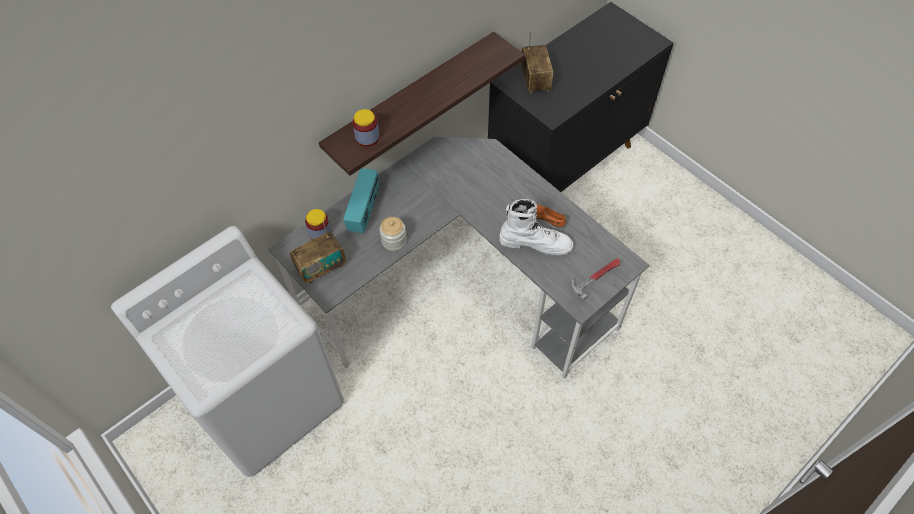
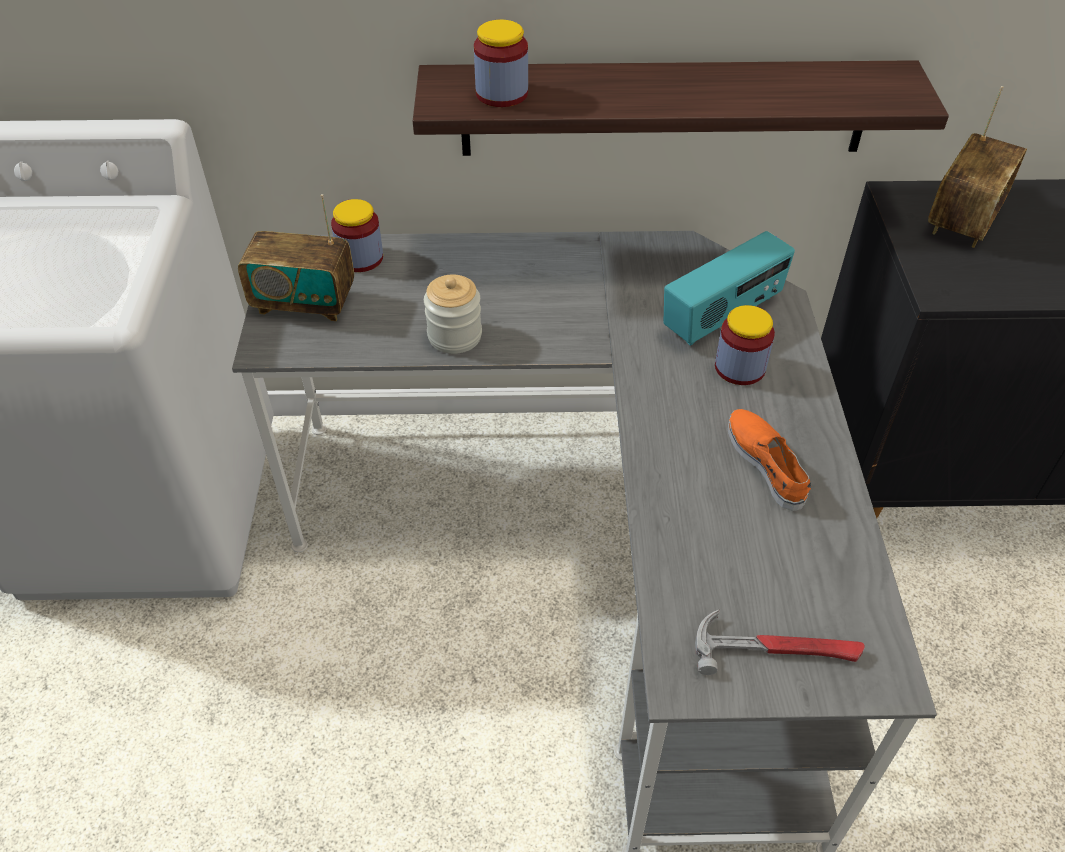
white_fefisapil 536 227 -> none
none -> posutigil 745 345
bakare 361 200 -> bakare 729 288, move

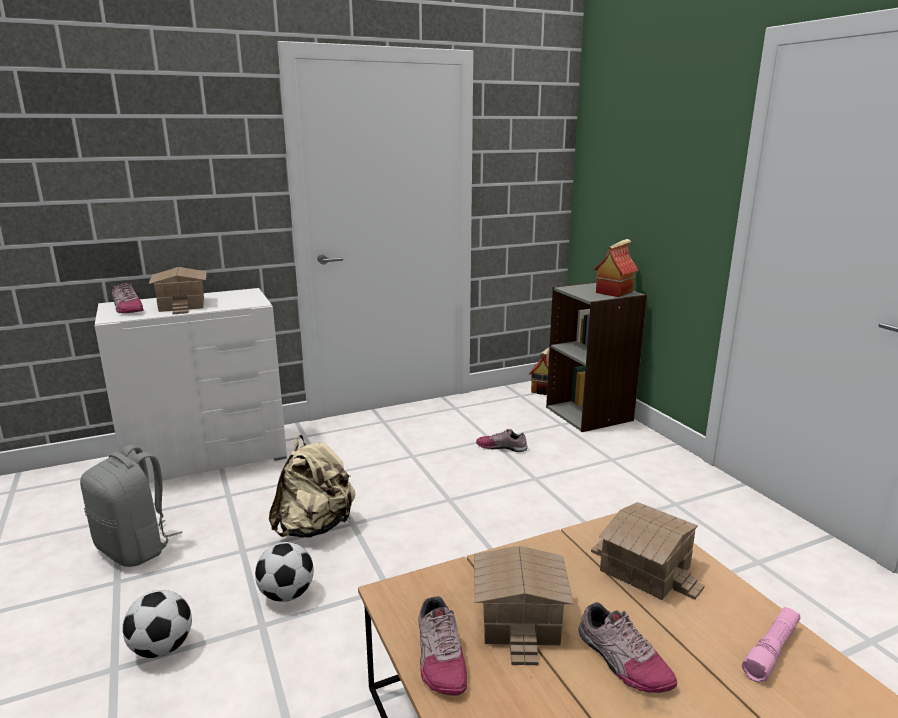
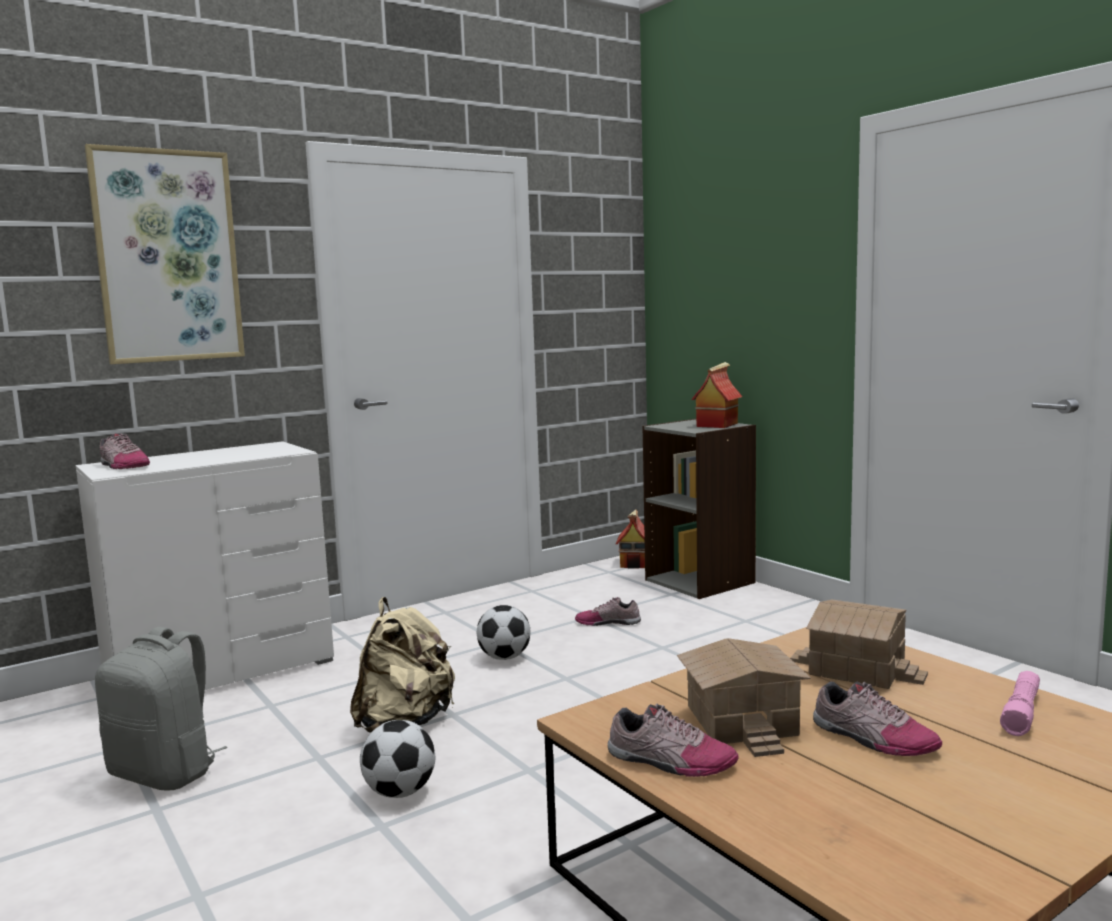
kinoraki 177 290 -> none
none -> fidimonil 165 254
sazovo 157 624 -> sazovo 504 632, move
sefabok 442 646 -> sefabok 673 740, 45 degrees counterclockwise

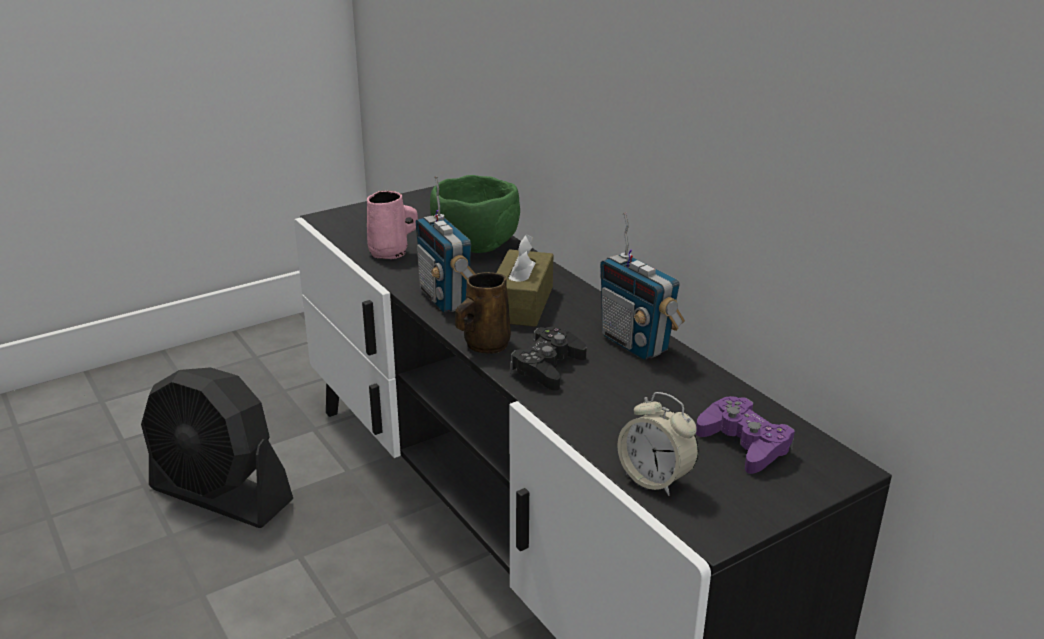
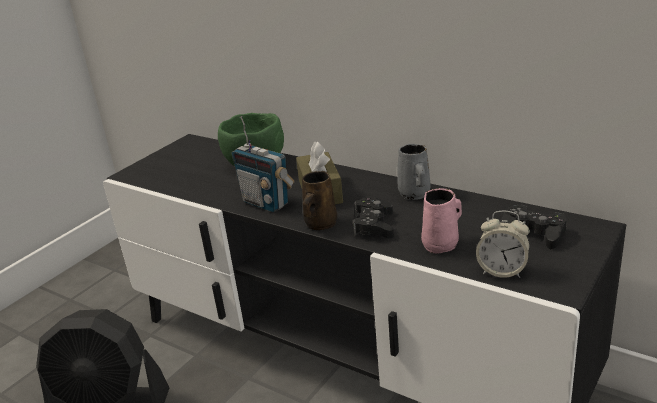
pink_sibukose 392 225 -> pink_sibukose 441 221, move
bakare 642 286 -> grey_sibukose 414 171
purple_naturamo 745 435 -> black_naturamo 533 226

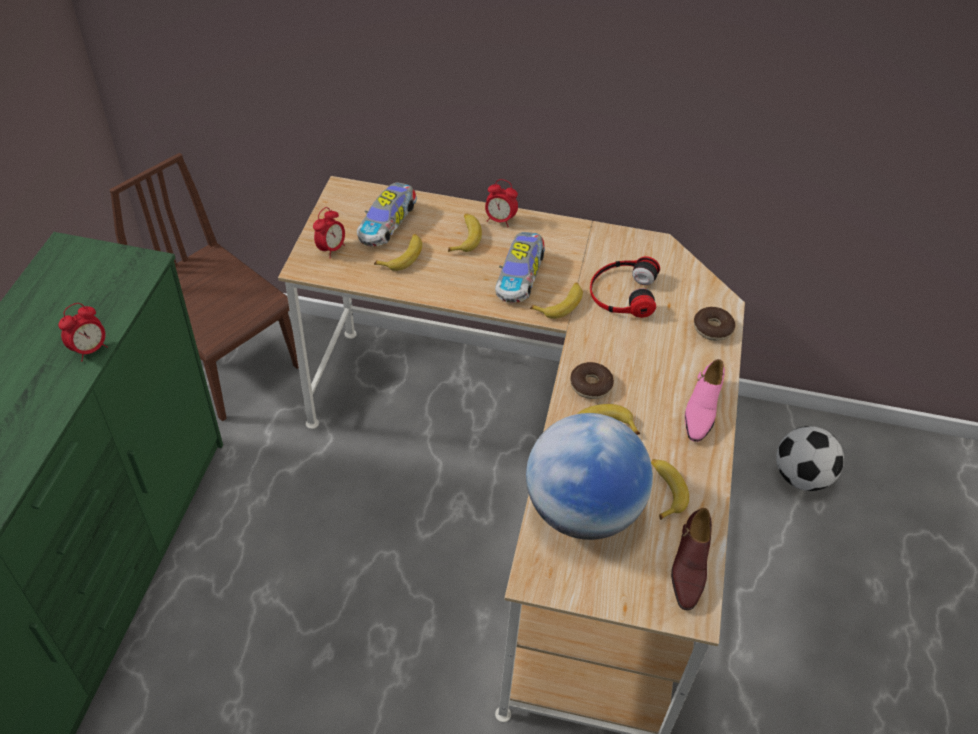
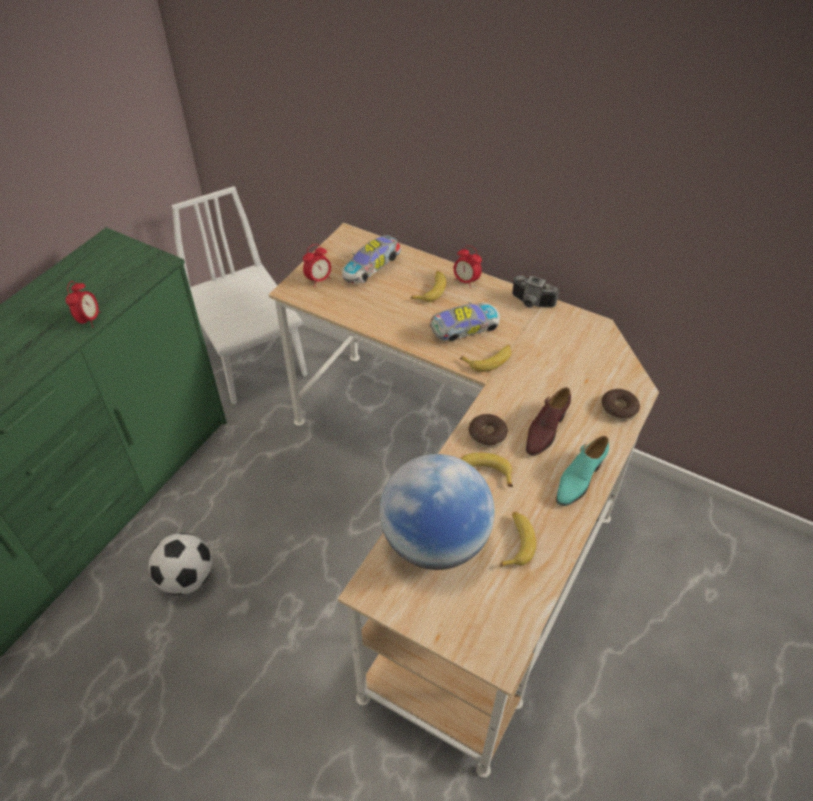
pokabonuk 398 252 -> none
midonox 625 287 -> none
none -> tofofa 535 291
brown_sefabok 691 559 -> brown_sefabok 548 421, move
sazovo 810 458 -> sazovo 180 564, move
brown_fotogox 204 287 -> white_fotogox 239 295
pink_sefabok 705 400 -> turquoise_sefabok 582 471
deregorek 83 332 -> deregorek 83 304, 60 degrees counterclockwise
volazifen 520 267 -> volazifen 464 321, 150 degrees counterclockwise

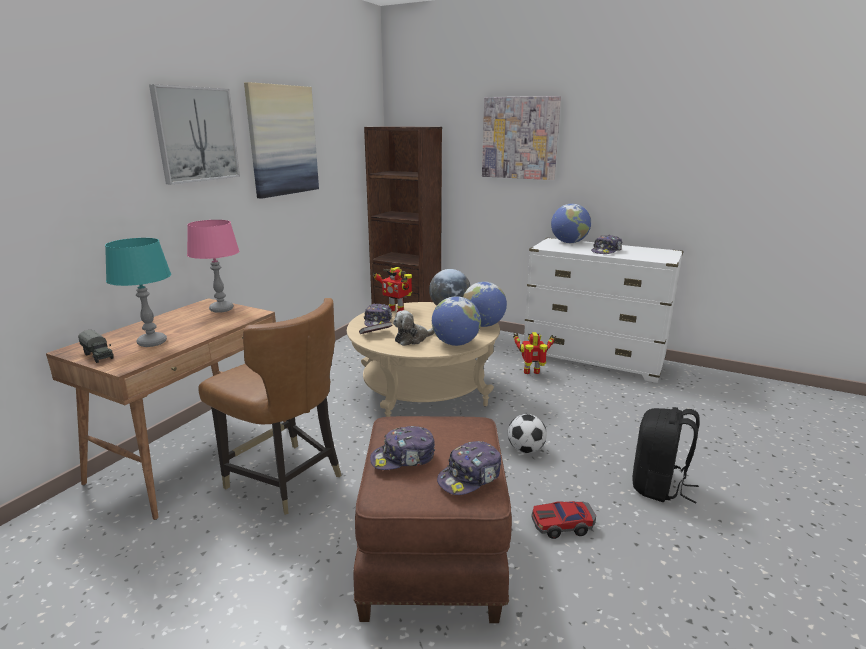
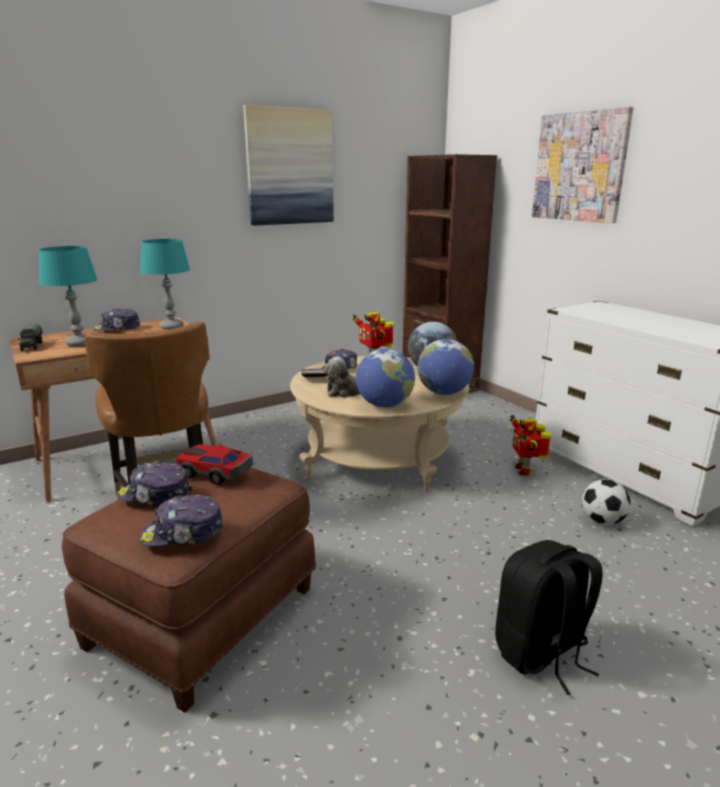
fidimonil 194 134 -> none
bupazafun 571 223 -> none
sazovo 527 433 -> sazovo 606 502, move
volazifen 563 520 -> volazifen 215 464, move
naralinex 606 244 -> naralinex 116 320, move
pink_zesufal 213 266 -> turquoise_zesufal 165 284
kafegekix 534 353 -> kafegekix 530 445, 120 degrees counterclockwise

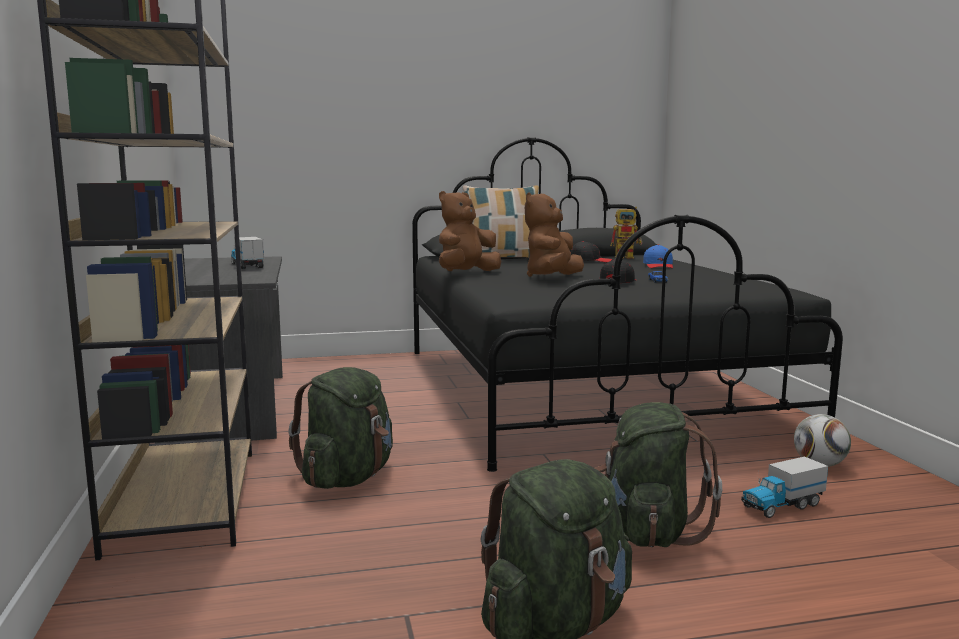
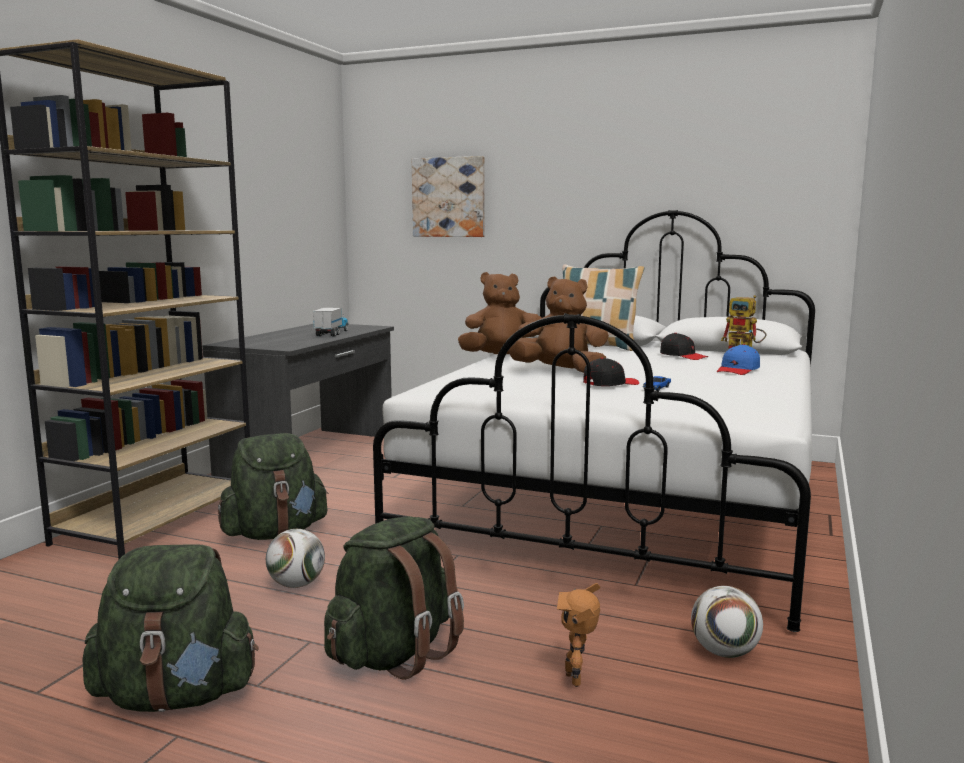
none -> sazovo 295 558
none -> fidimonil 448 196
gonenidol 784 487 -> kafegekix 578 635
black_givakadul 627 304 -> white_givakadul 594 421
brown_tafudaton 554 234 -> brown_tafudaton 558 325, 45 degrees clockwise

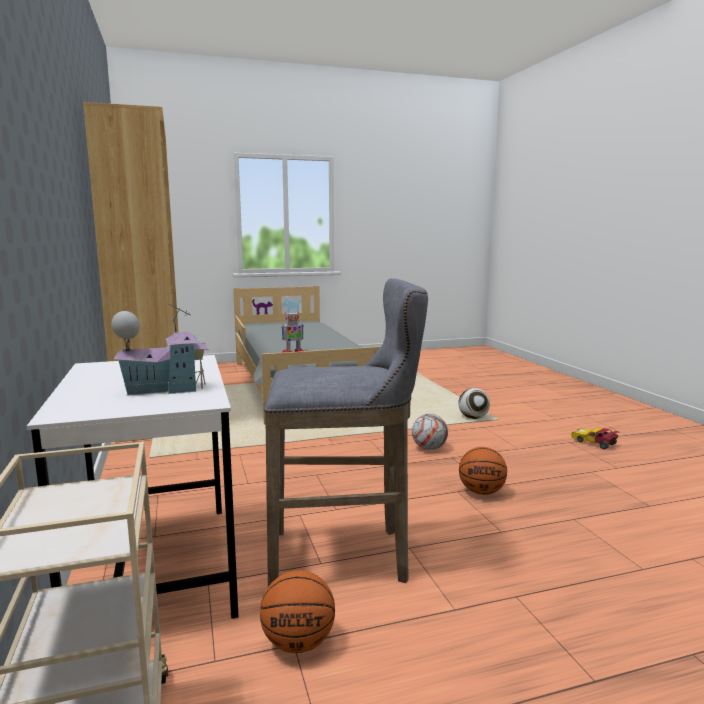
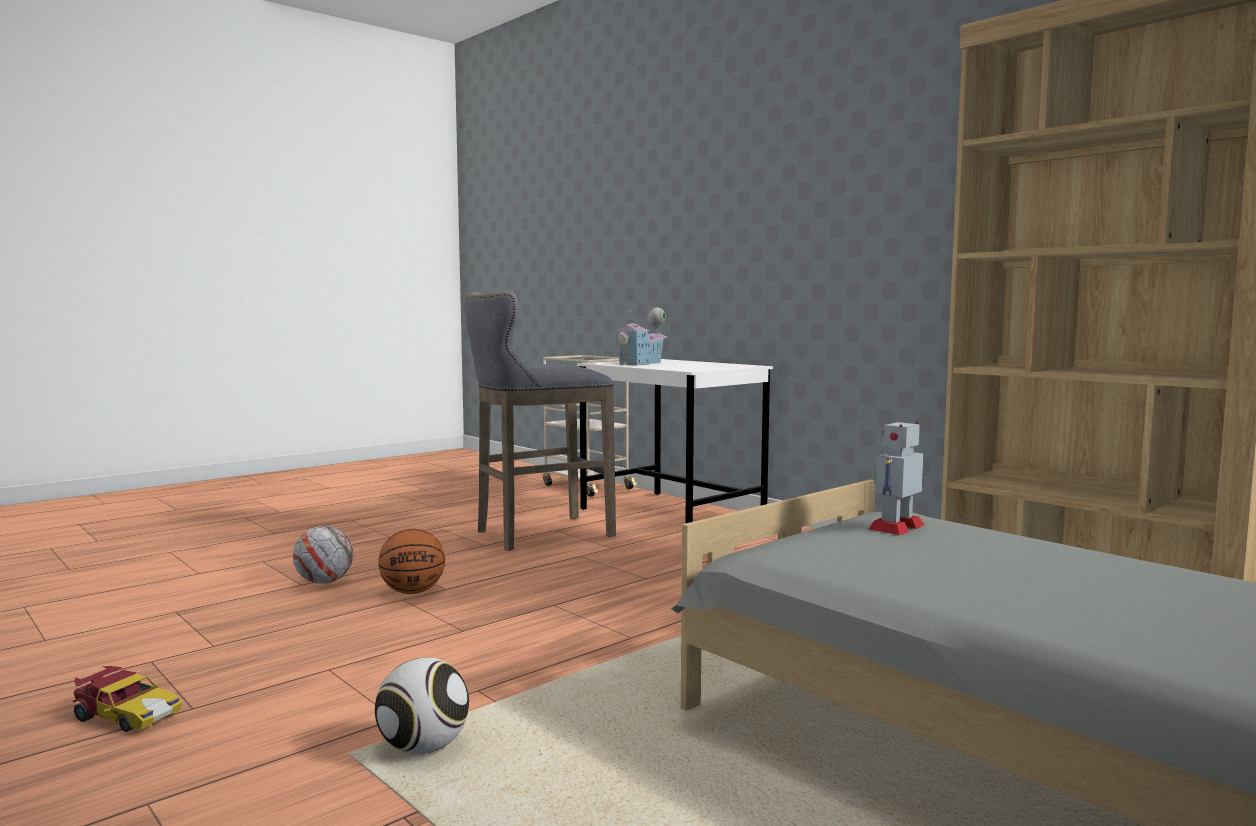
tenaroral 297 611 -> none
sazovo 430 432 -> sazovo 323 555, move

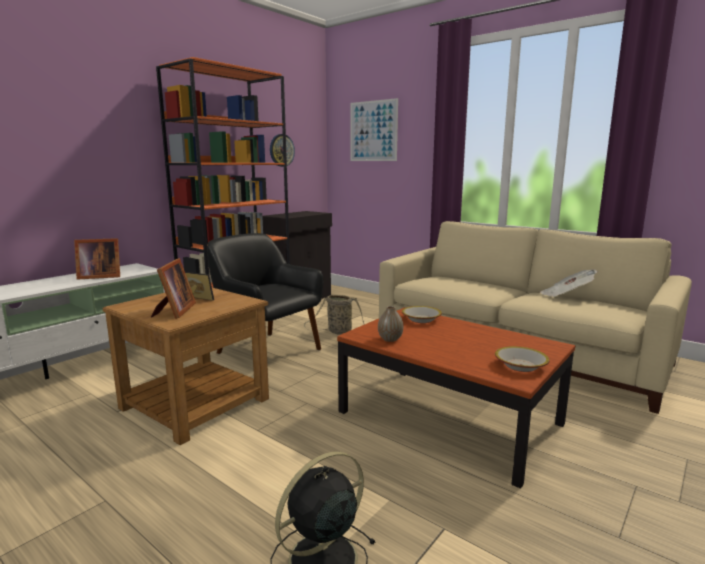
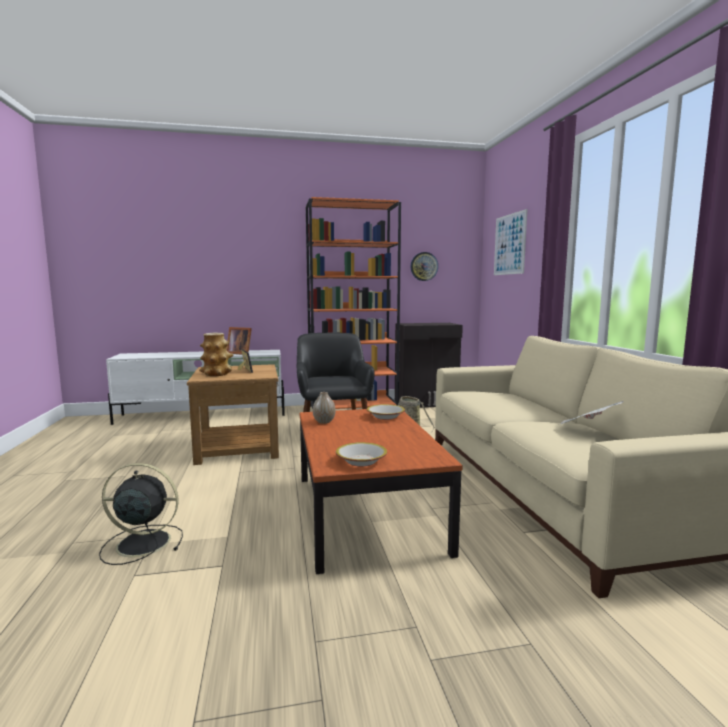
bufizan 173 288 -> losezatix 216 354

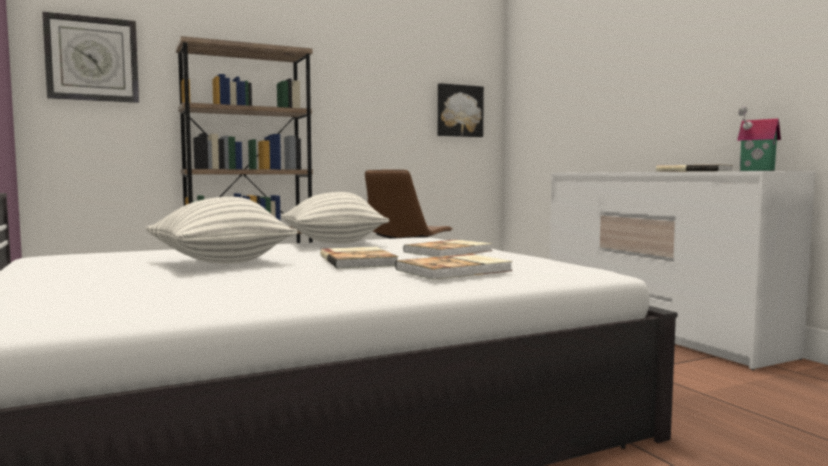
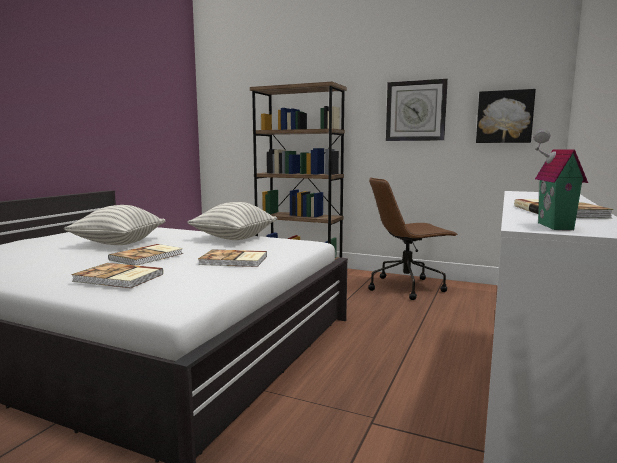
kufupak 90 57 -> kufupak 417 110, move

